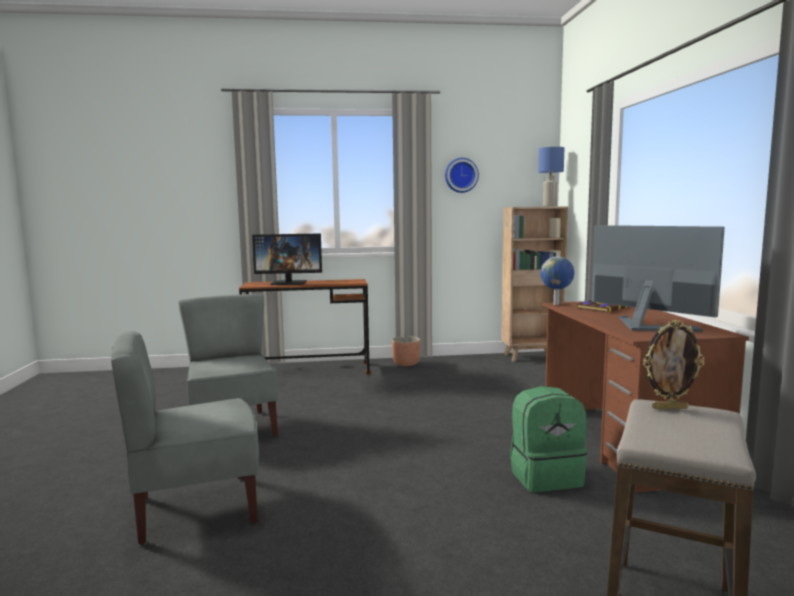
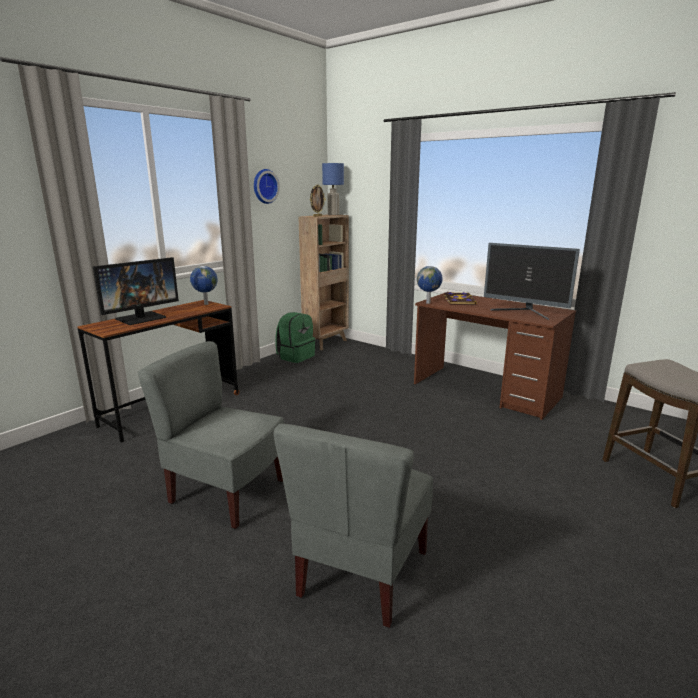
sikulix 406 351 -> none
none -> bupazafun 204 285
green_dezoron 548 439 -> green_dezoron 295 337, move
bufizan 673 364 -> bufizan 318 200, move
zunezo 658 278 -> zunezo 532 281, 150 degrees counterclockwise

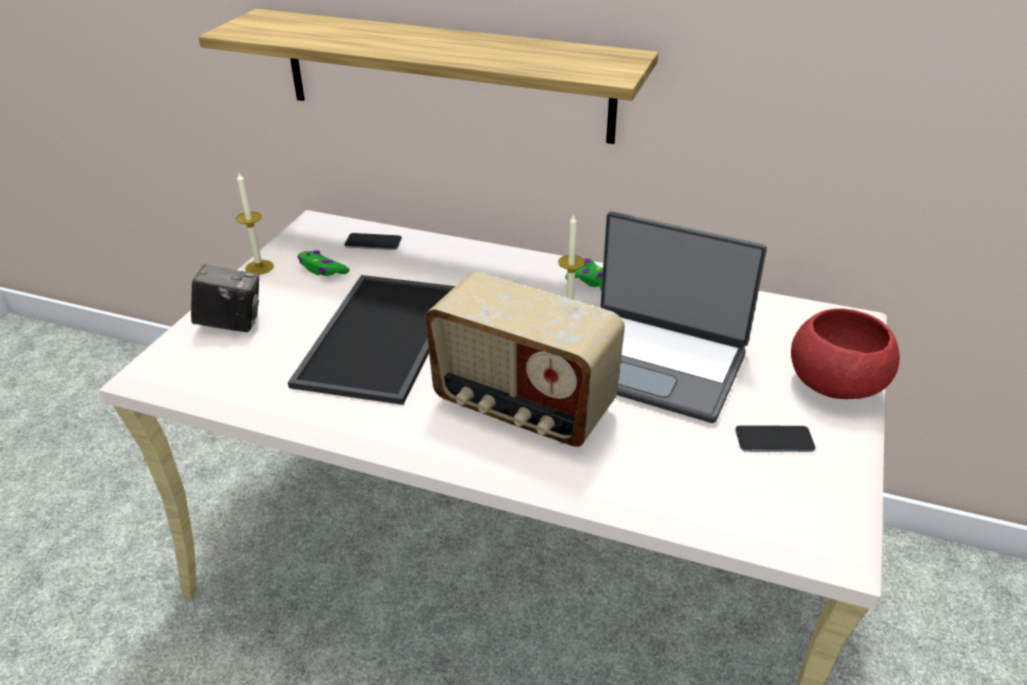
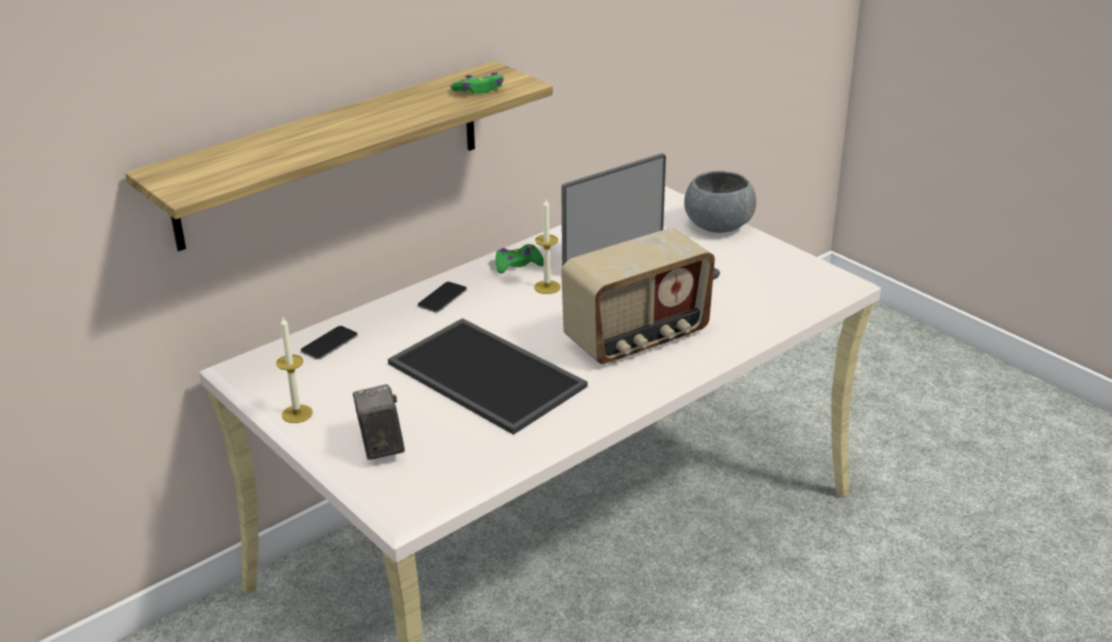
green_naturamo 323 263 -> green_naturamo 477 83, move
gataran 775 438 -> gataran 442 297, move
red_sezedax 845 353 -> grey_sezedax 720 202
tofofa 225 298 -> tofofa 379 422, 45 degrees counterclockwise

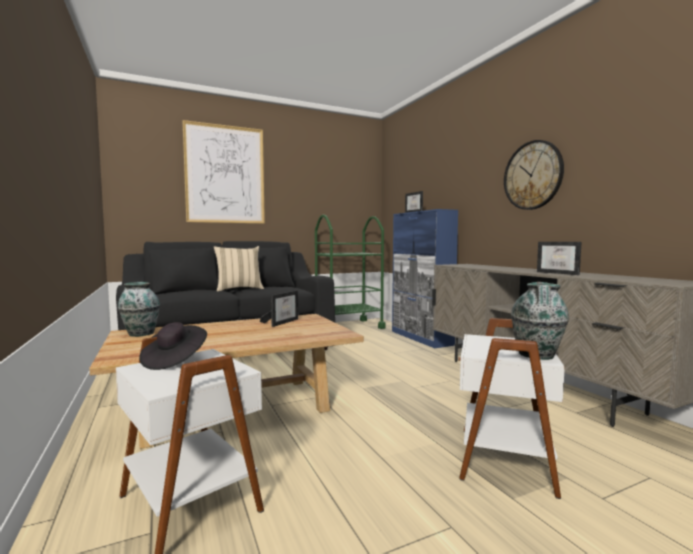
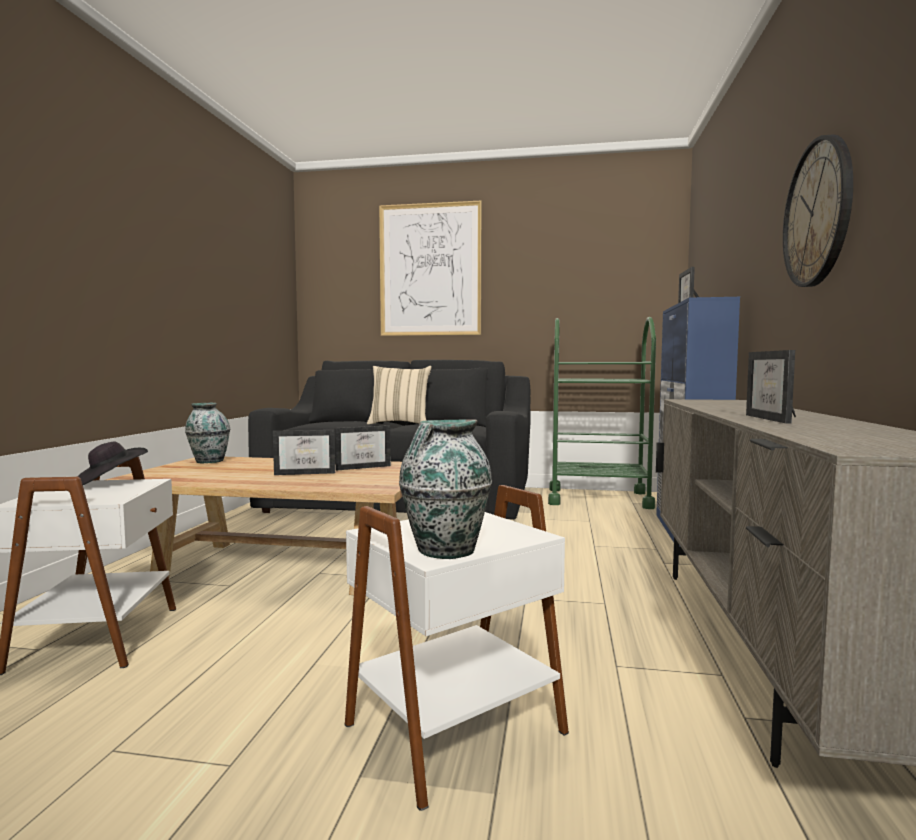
none -> bufizan 304 452

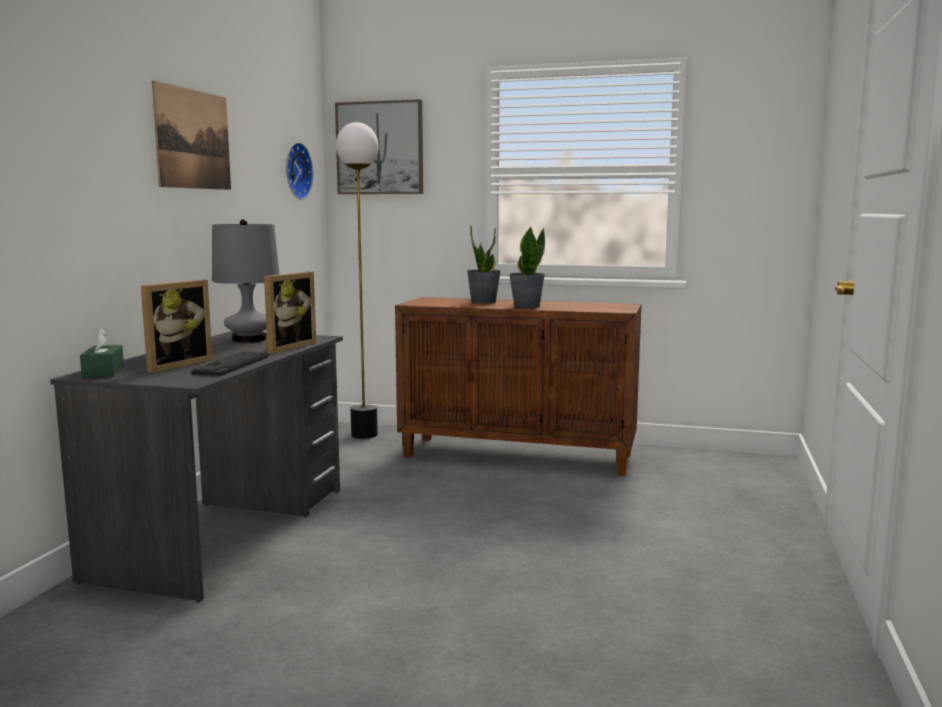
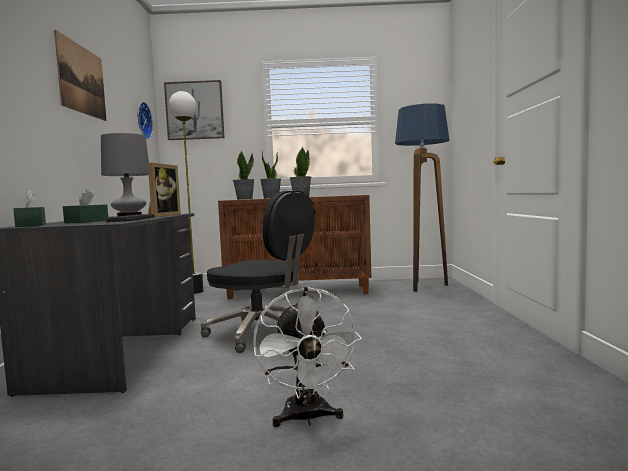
none -> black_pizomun 258 272
none -> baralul 243 175
none -> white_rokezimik 307 357
none -> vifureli 422 197
bufizan 176 326 -> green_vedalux 85 206

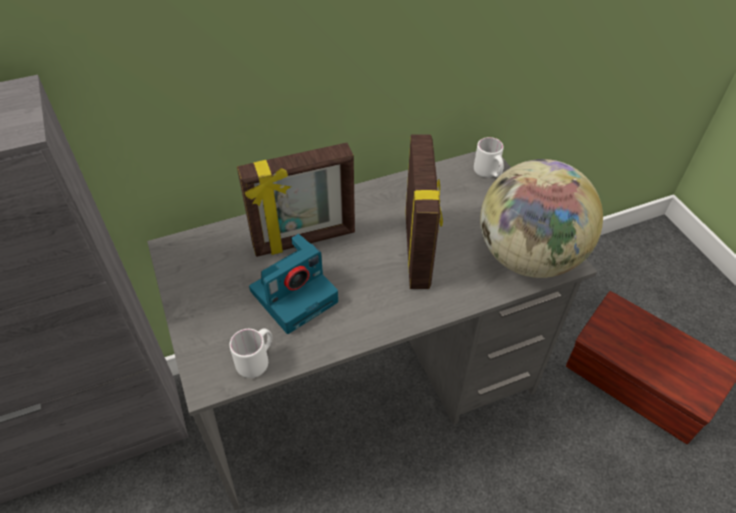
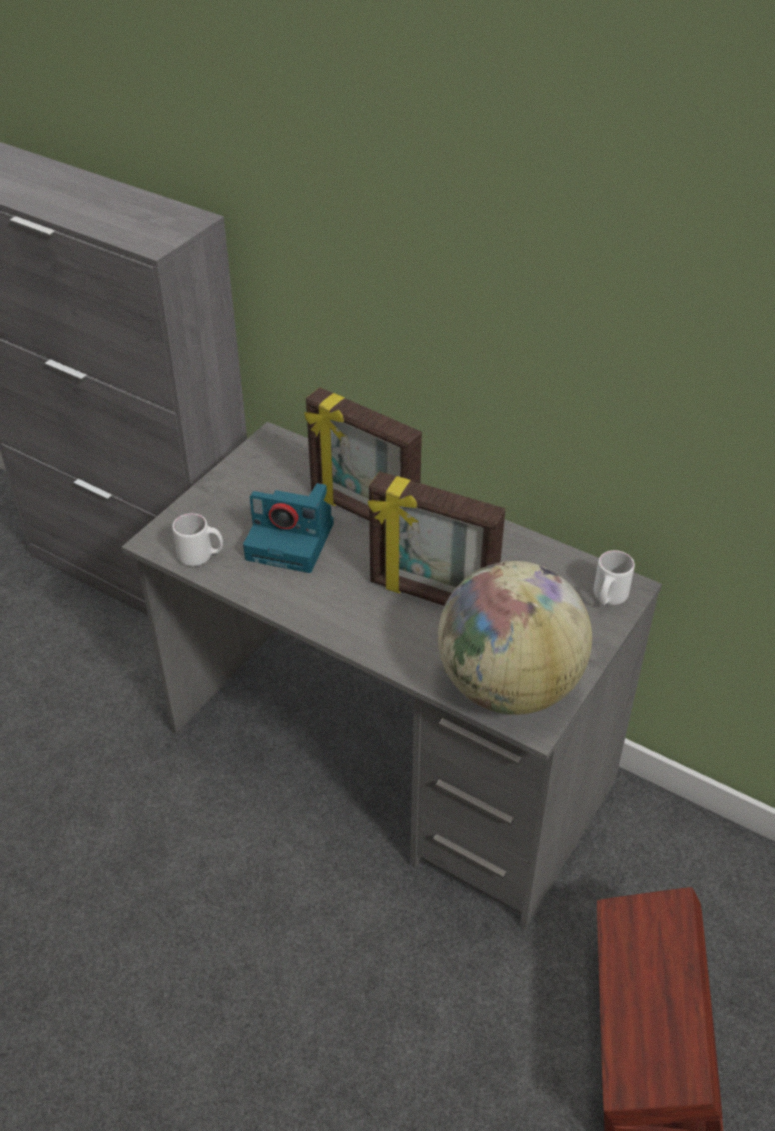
bufizan 424 211 -> bufizan 436 538, 60 degrees clockwise

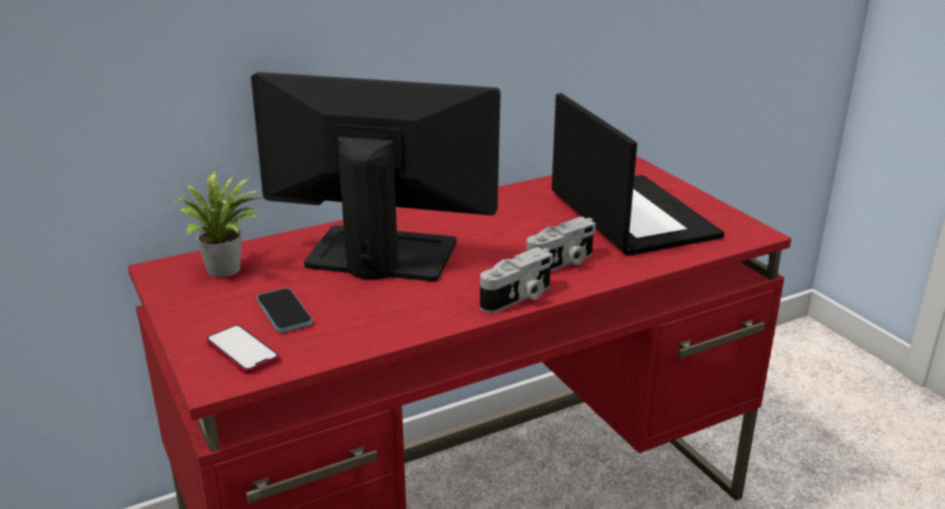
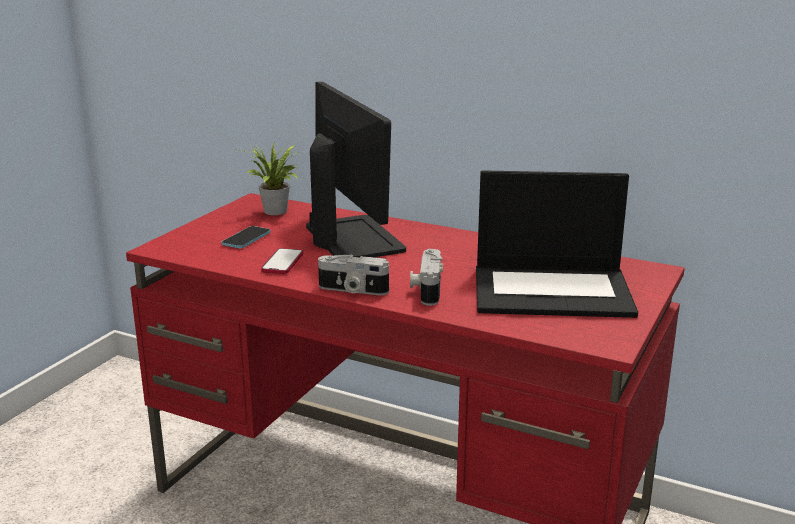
gataran 242 349 -> gataran 282 261, move
tofofa 561 244 -> tofofa 426 277, 75 degrees clockwise
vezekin 638 174 -> vezekin 557 244, 60 degrees clockwise

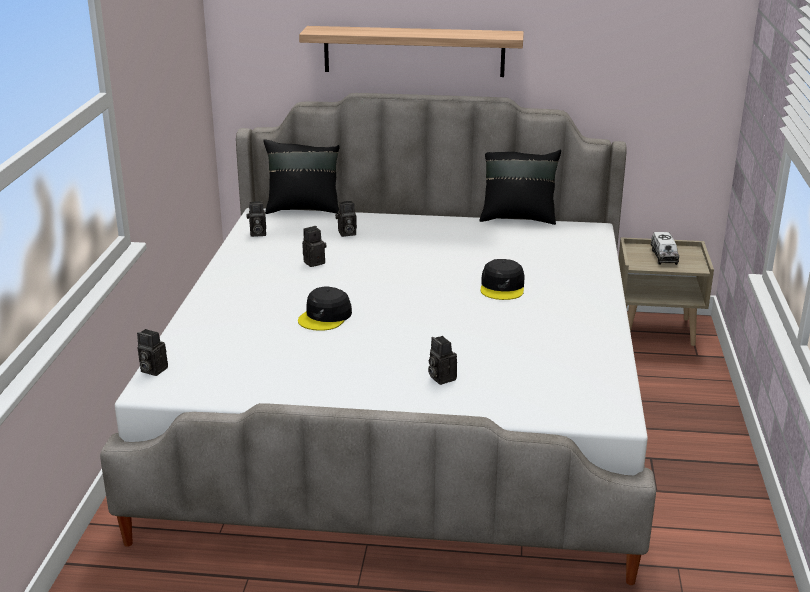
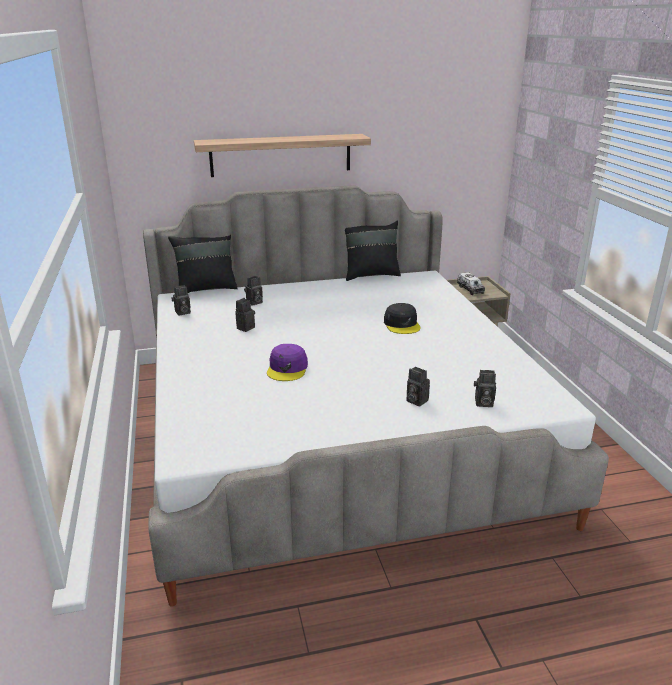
tofofa 152 352 -> tofofa 485 388, move
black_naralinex 325 308 -> purple_naralinex 287 362

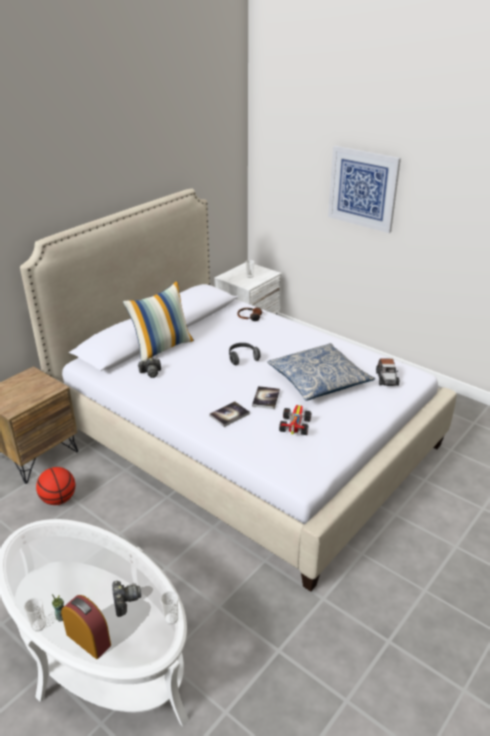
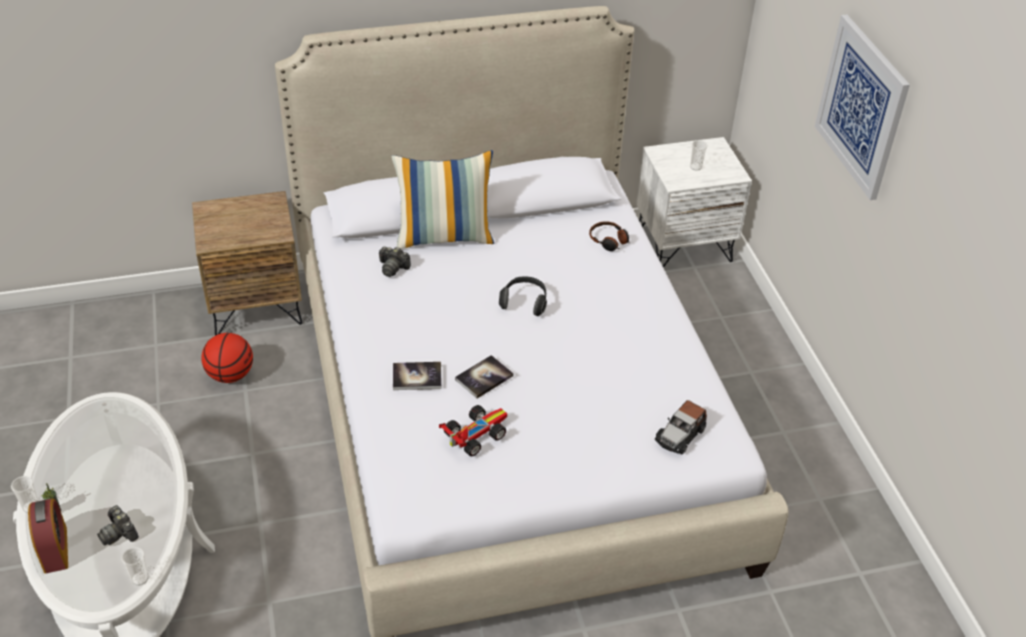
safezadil 321 372 -> none
tofofa 126 599 -> tofofa 118 525, 120 degrees clockwise

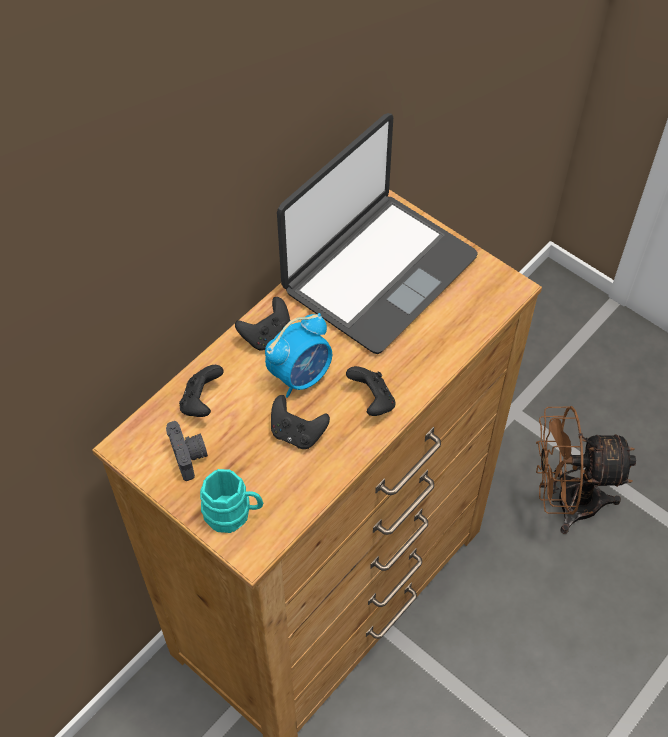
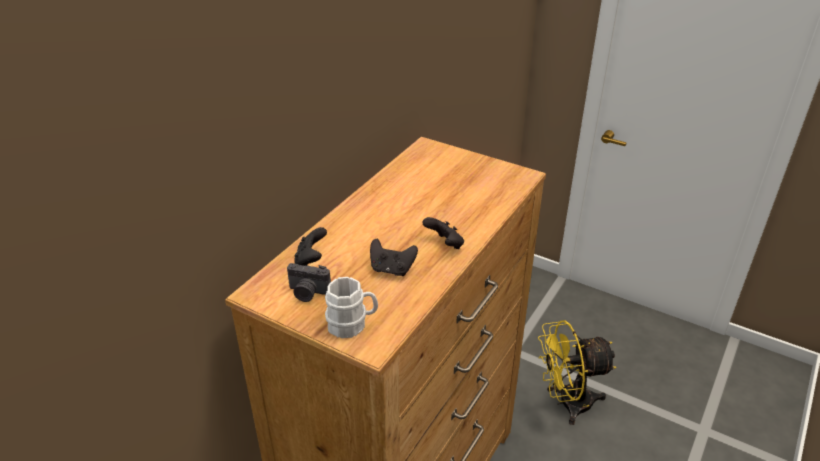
black_naturamo 263 324 -> none
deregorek 298 355 -> none
vezekin 377 233 -> none
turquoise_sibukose 231 501 -> white_sibukose 351 307
brown_rokezimik 586 470 -> yellow_rokezimik 577 372
tofofa 187 451 -> tofofa 309 282, 135 degrees clockwise

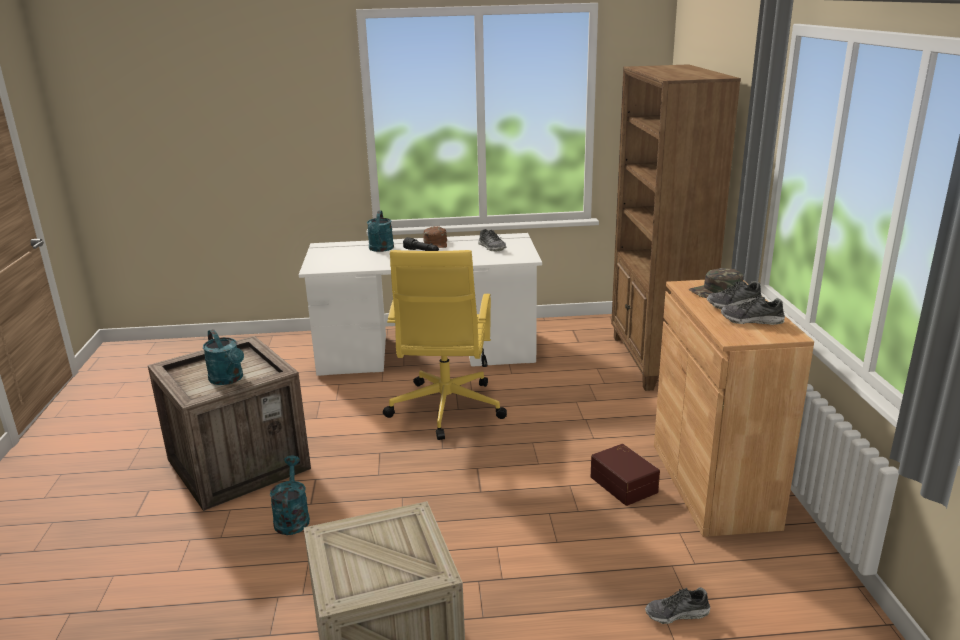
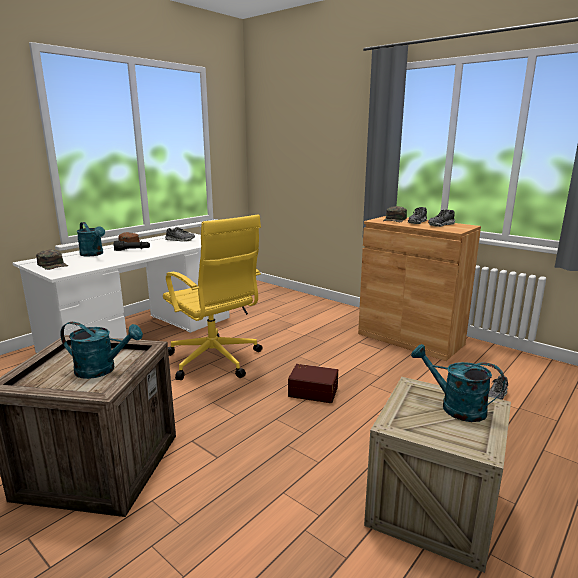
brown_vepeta 676 227 -> none
none -> green_naralinex 52 260
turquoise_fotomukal 290 495 -> turquoise_fotomukal 458 383, move
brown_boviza 625 475 -> brown_boviza 313 383, move

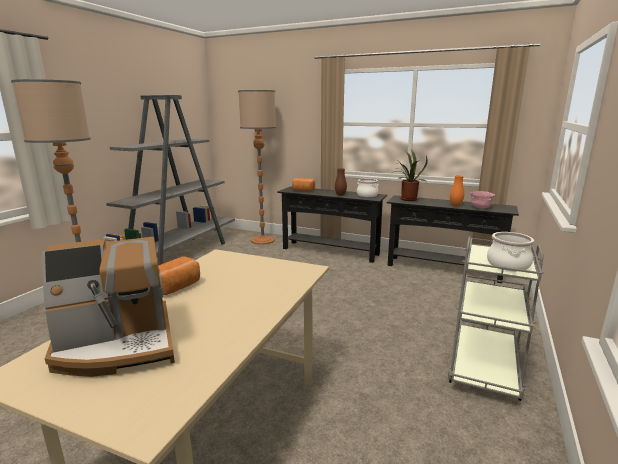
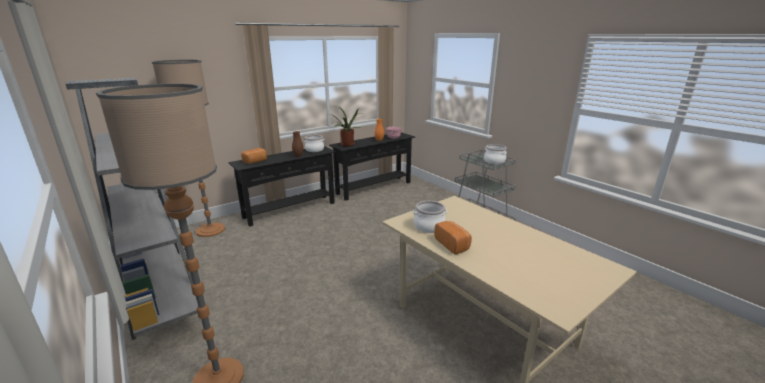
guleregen 108 307 -> none
none -> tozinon 430 217

